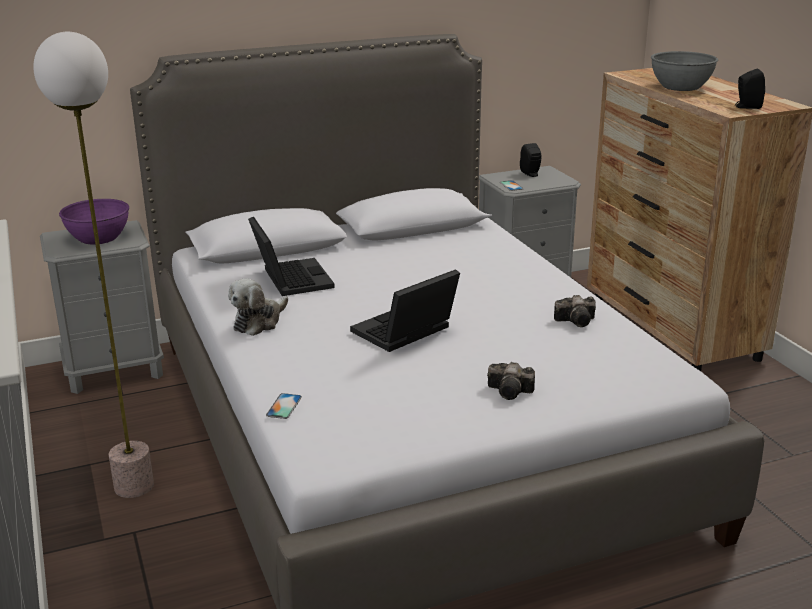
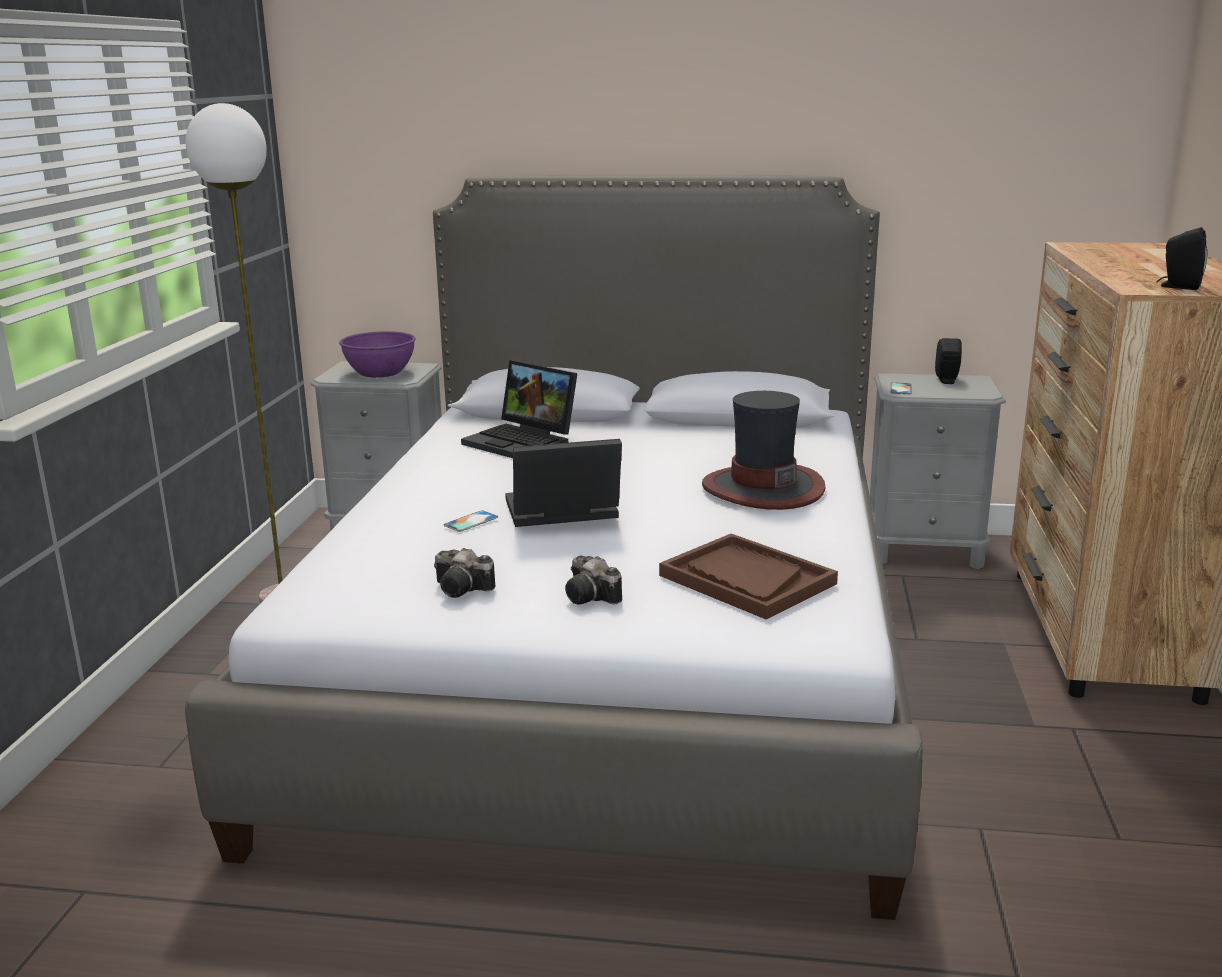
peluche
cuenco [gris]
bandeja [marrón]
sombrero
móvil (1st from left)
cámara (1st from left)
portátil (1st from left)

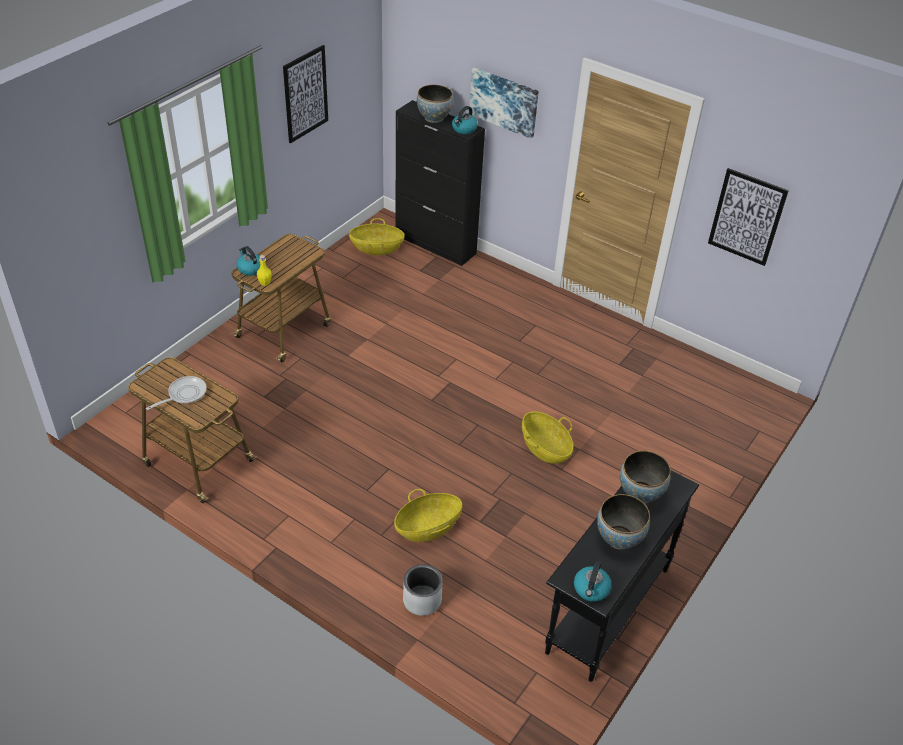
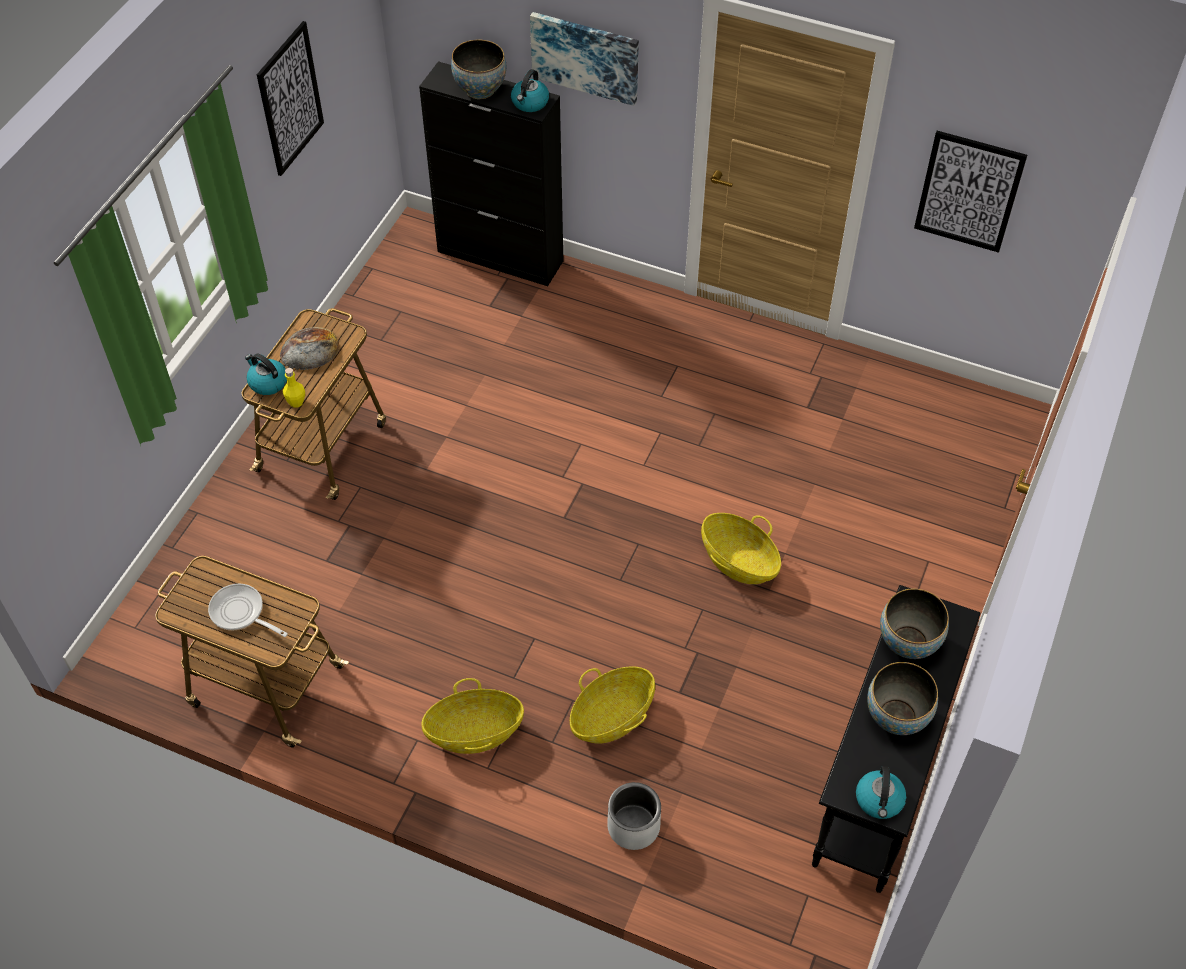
pan
cesta (1st from left)
sartén

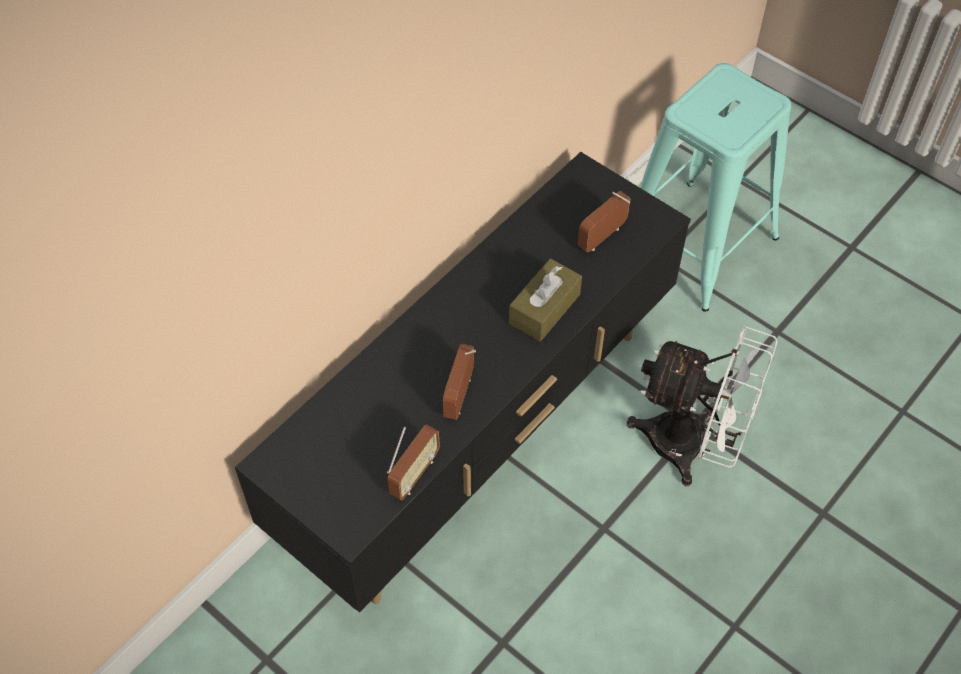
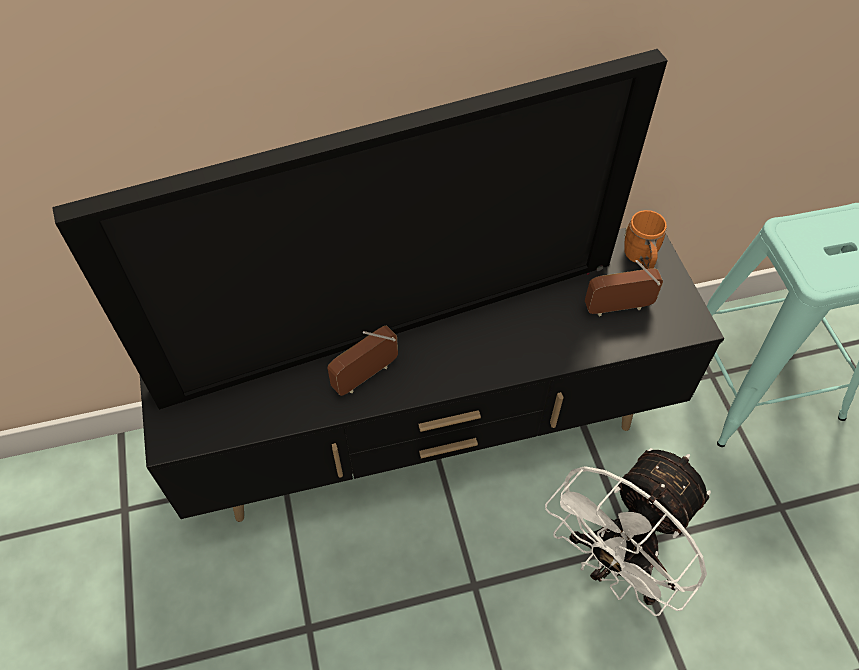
radio (1st from left in the first image)
caja de pañuelos [marrón]
televisor
taza grande [naranja]
ventilador [blanco]

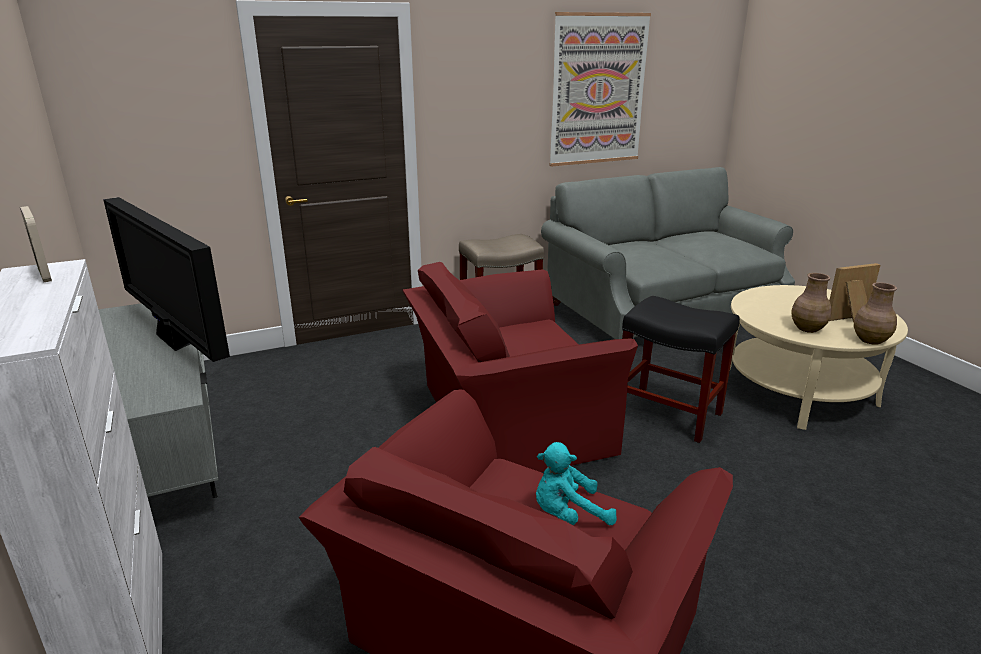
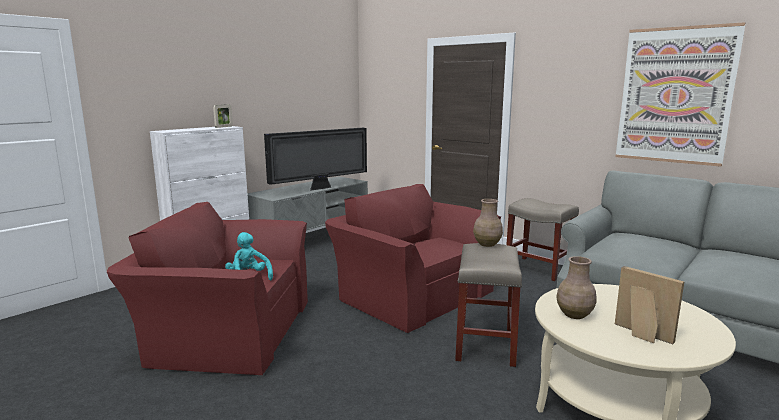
florero [marrón] (1st from left)
taburete [beis] (1st from left)
televisor

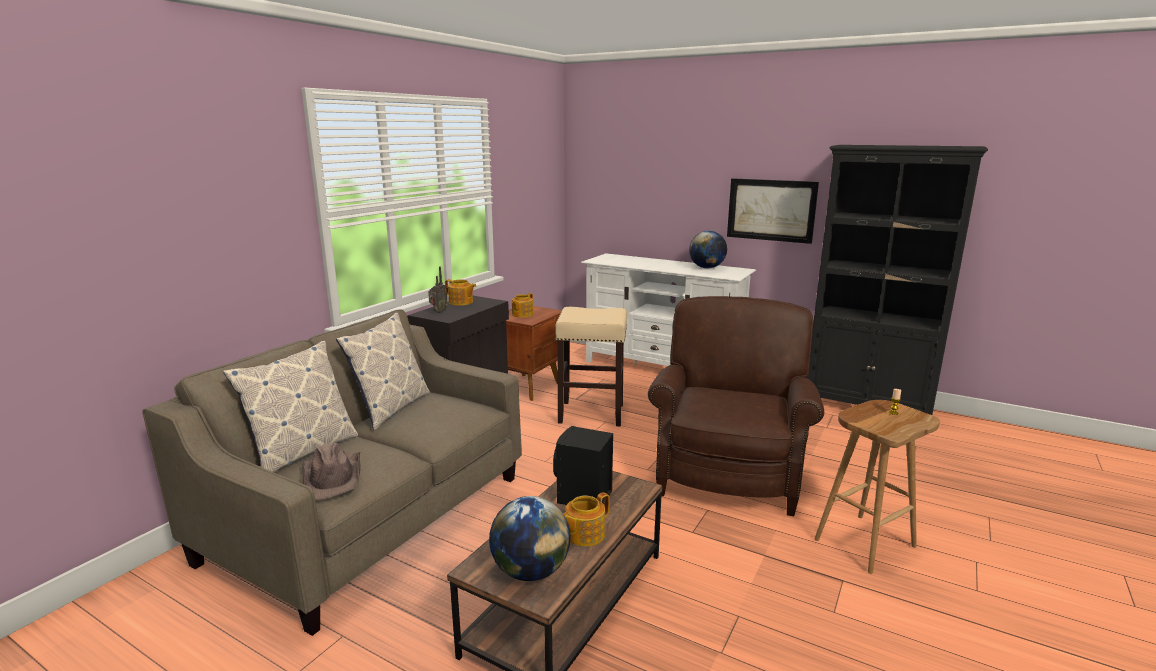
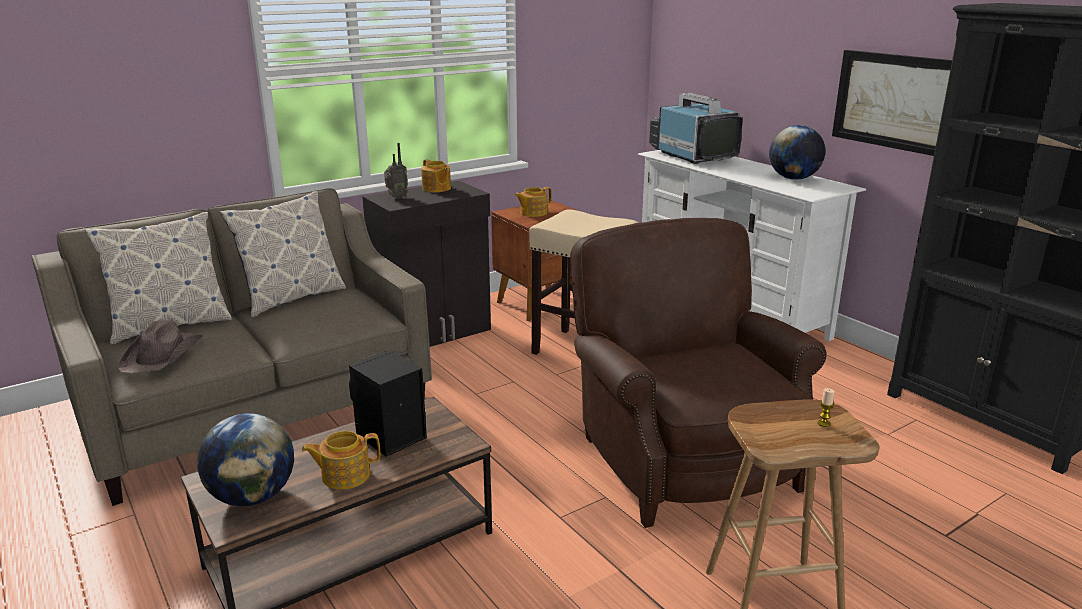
televisor
sillón [marrón]

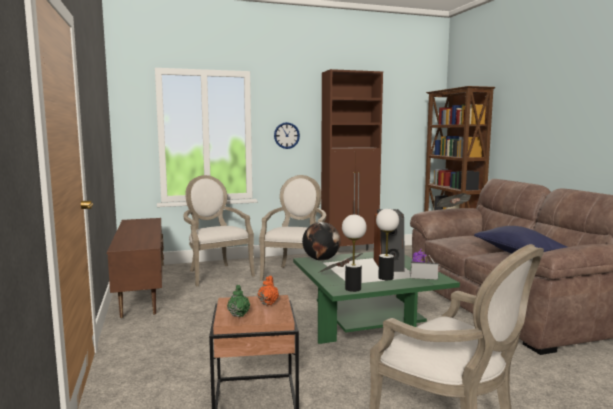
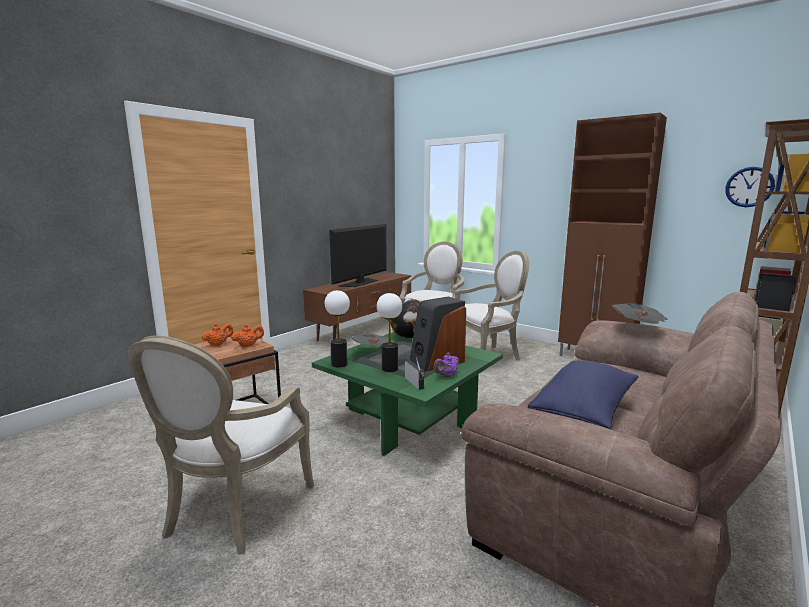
televisor
reloj de pared
tetera [naranja] (1st from left)

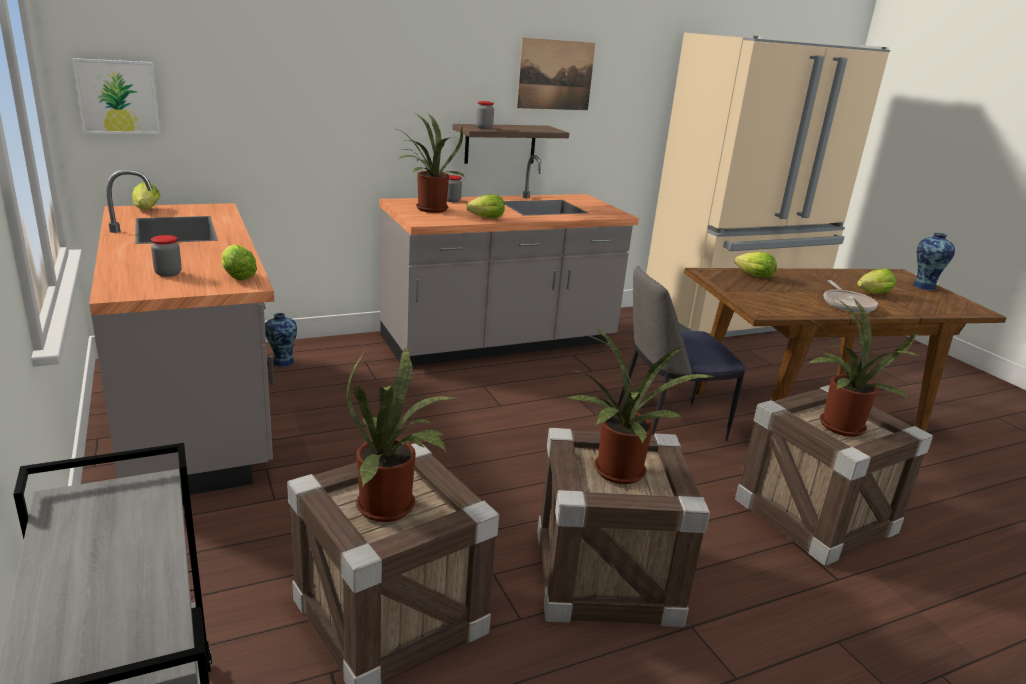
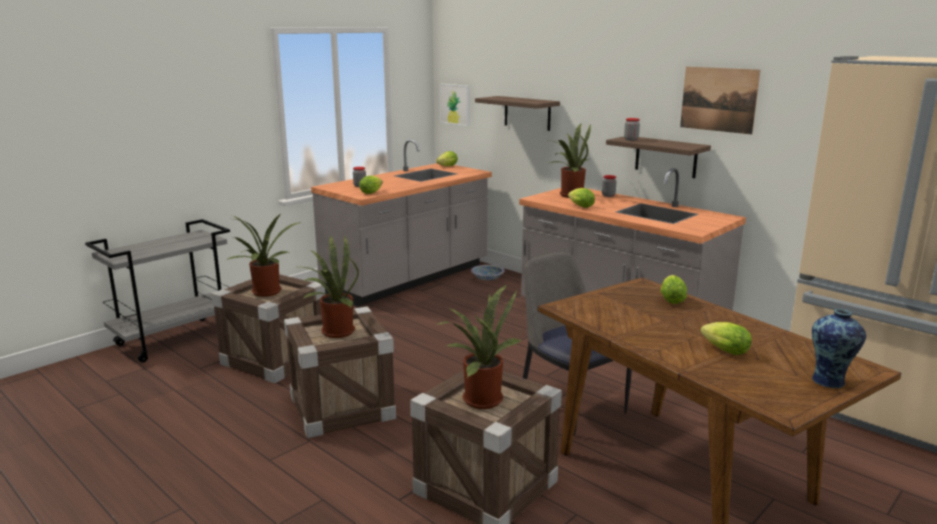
sartén
estante (1st from left)
cuenco

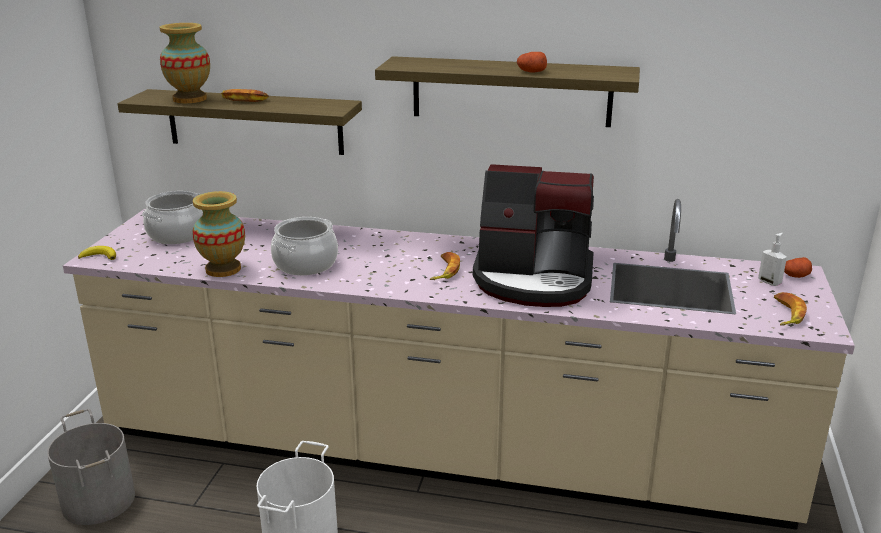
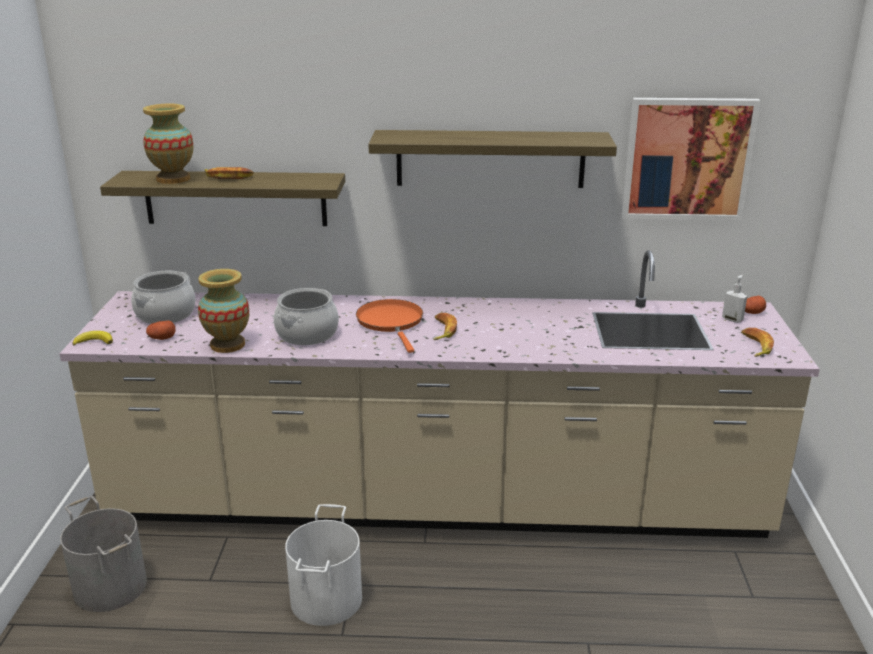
cafetera
sartén [naranja]
cuadro
patata (1st from left)

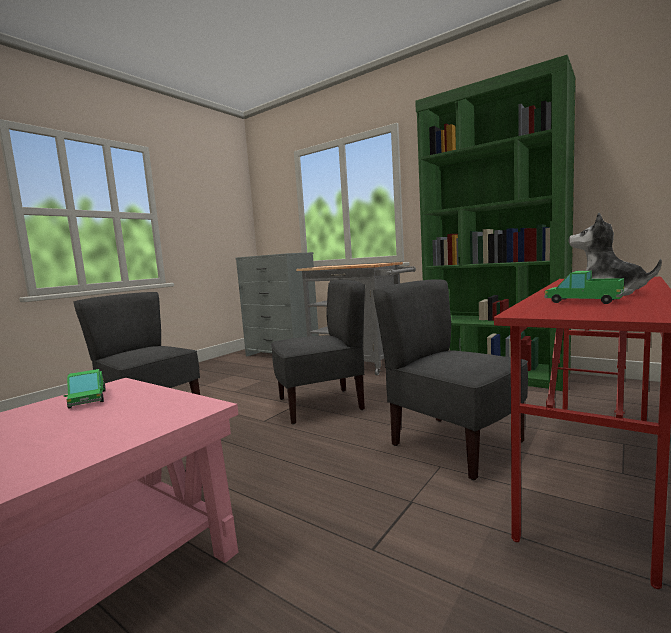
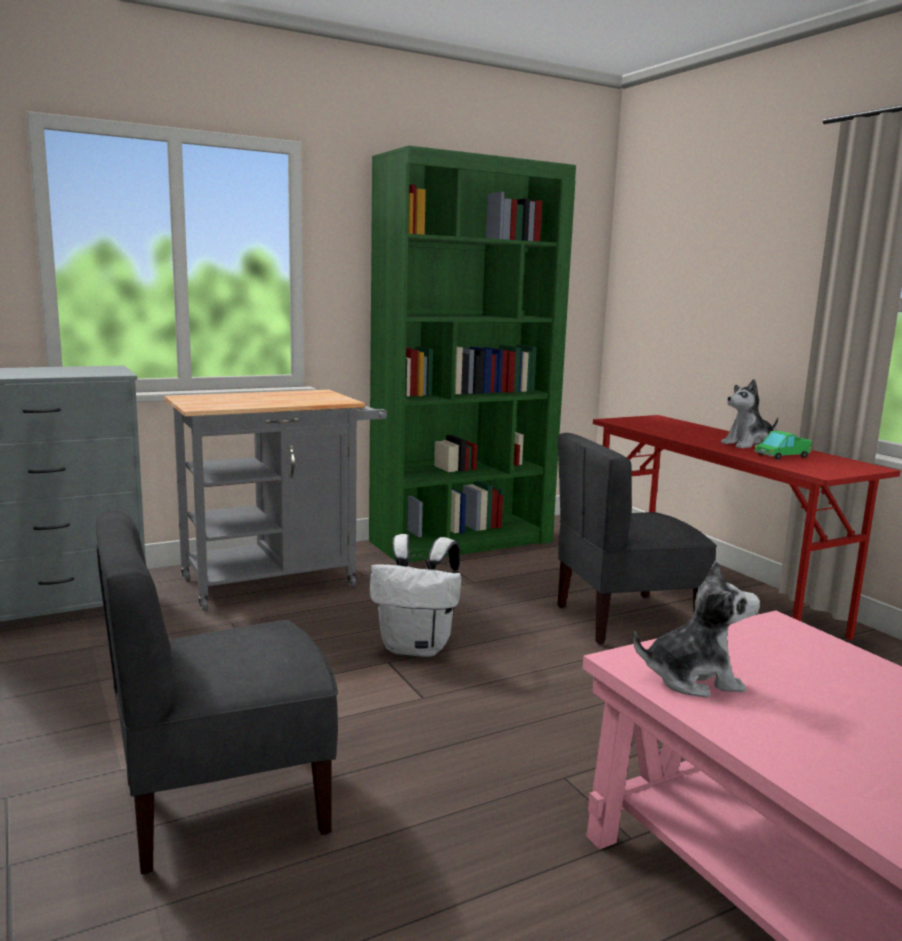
peluche (1st from left)
mochila [blanco]

